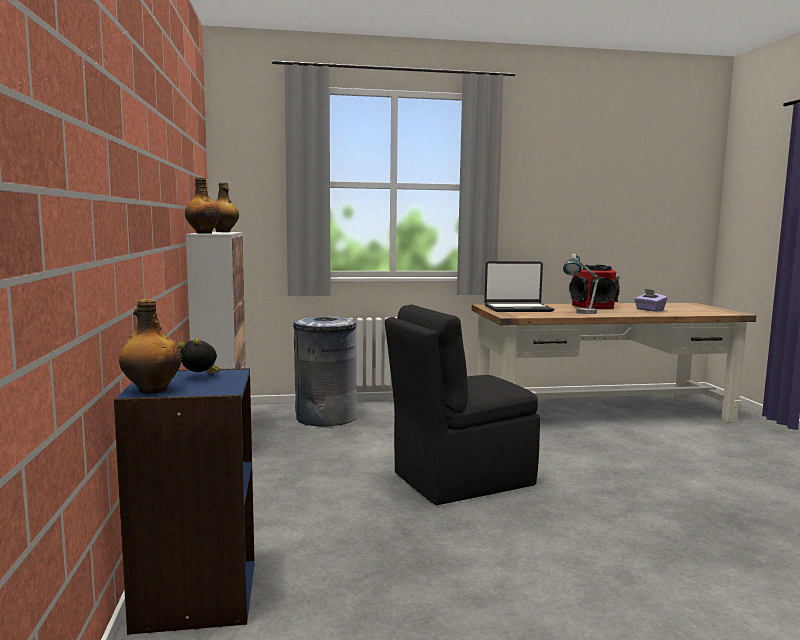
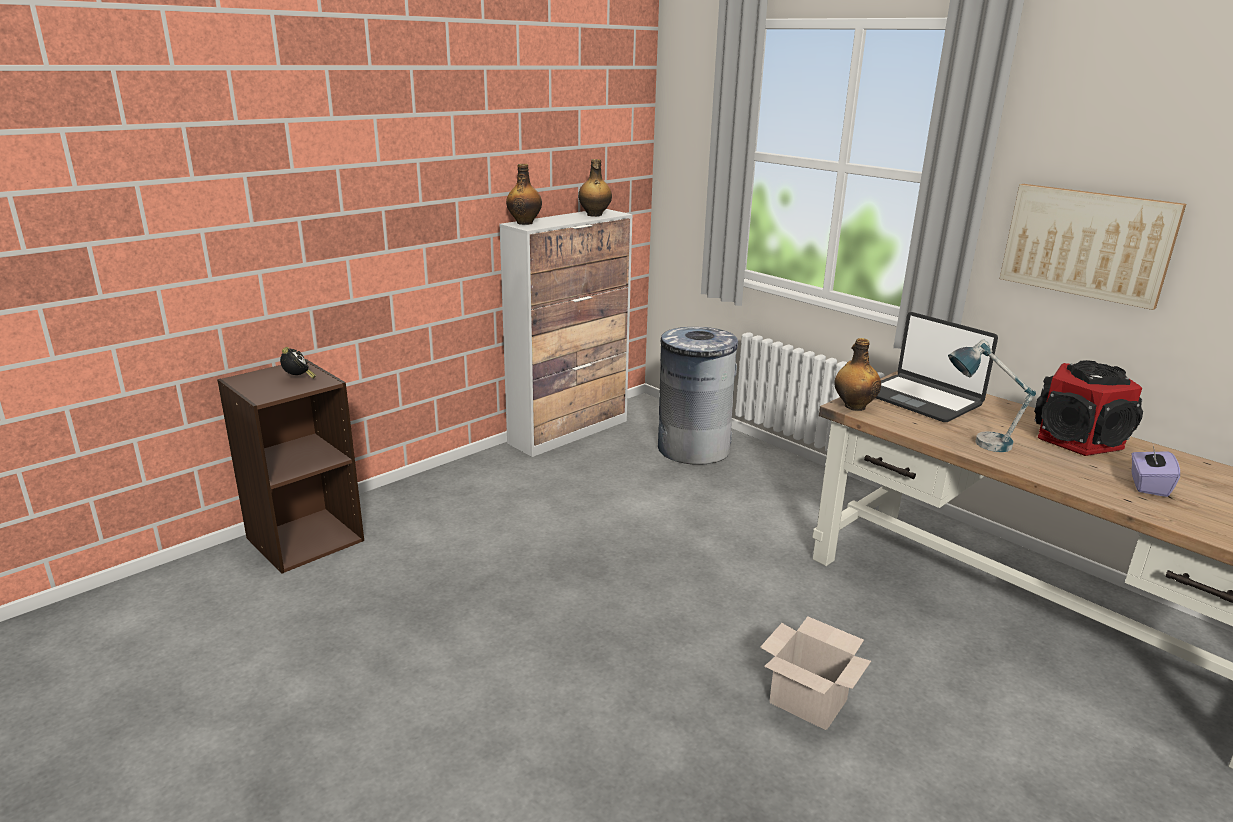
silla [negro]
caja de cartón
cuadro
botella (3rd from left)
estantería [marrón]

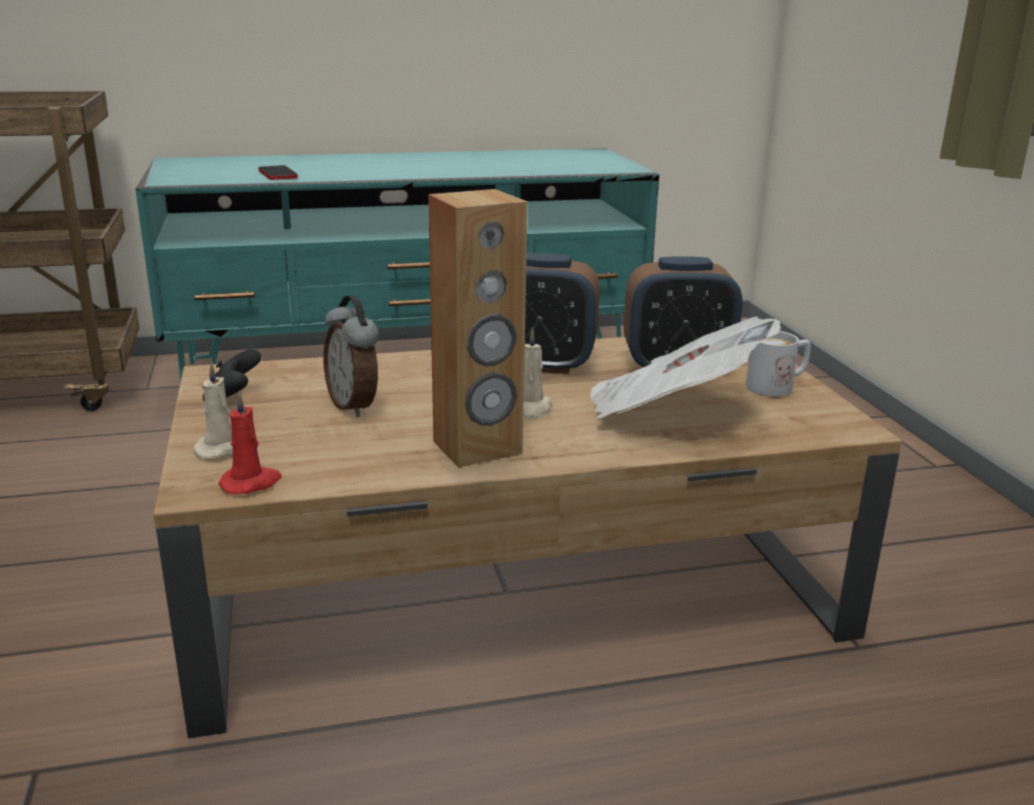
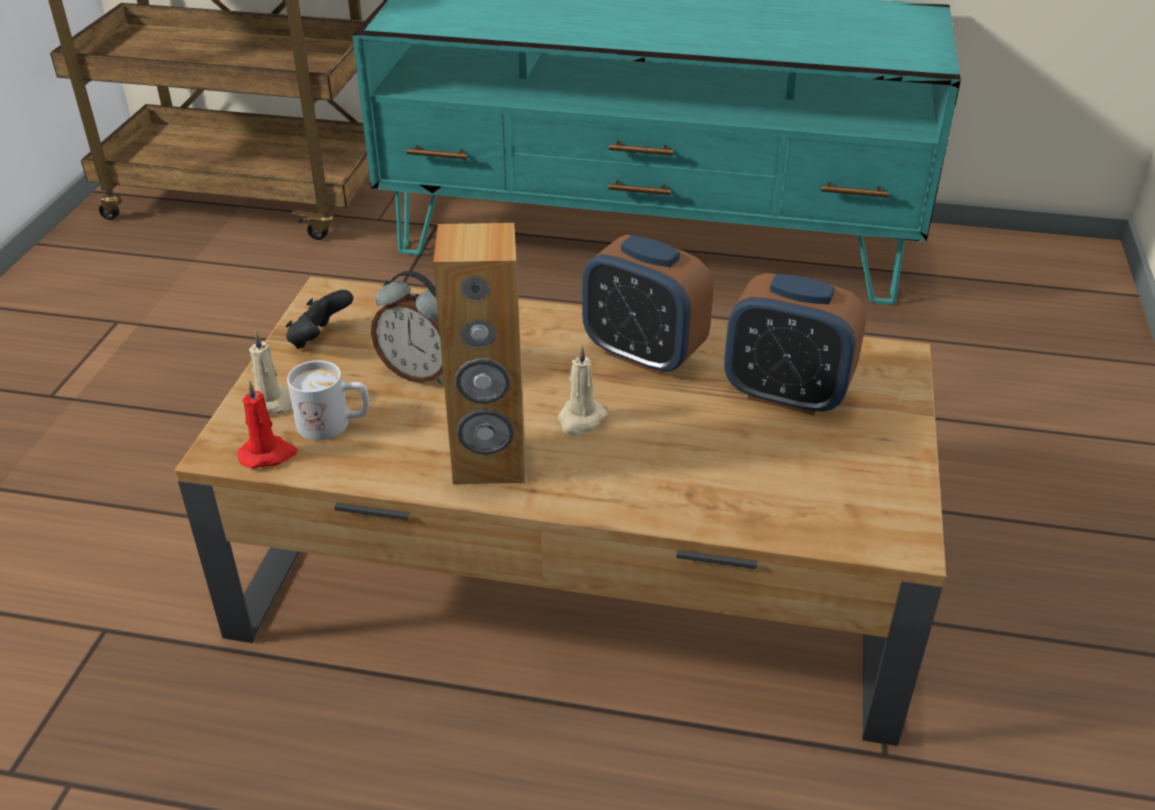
móvil
periódico
taza grande [blanco]
despertador (1st from left)

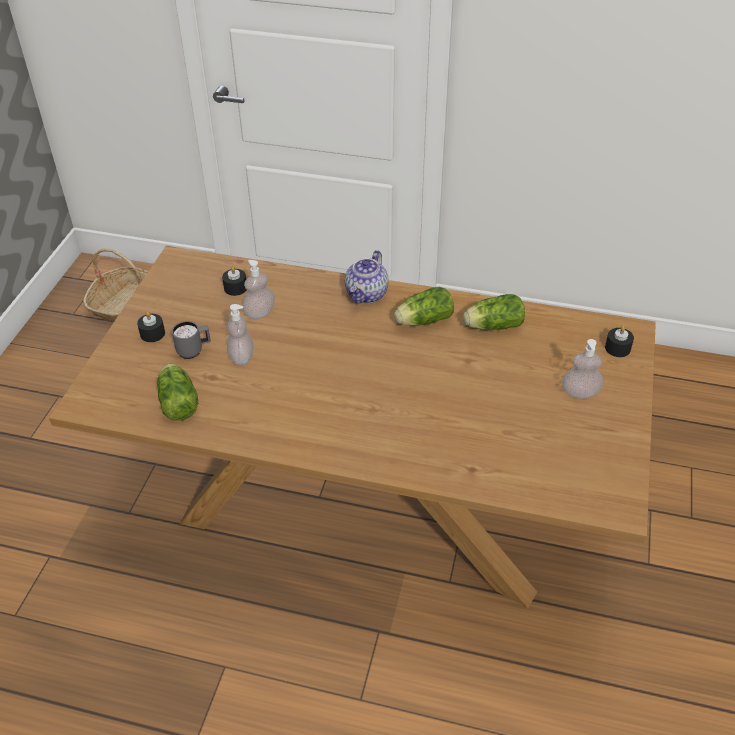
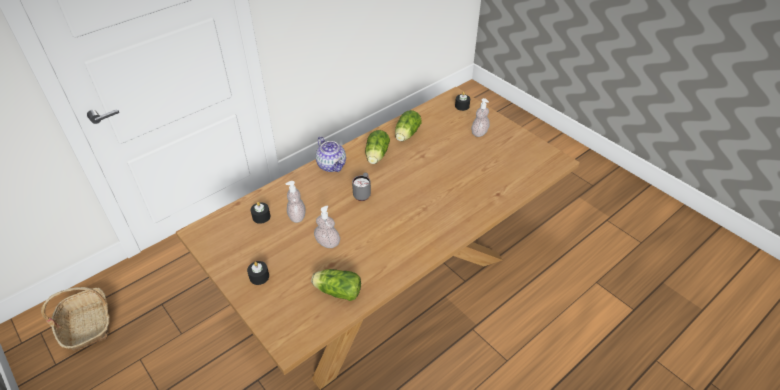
taza grande [gris]

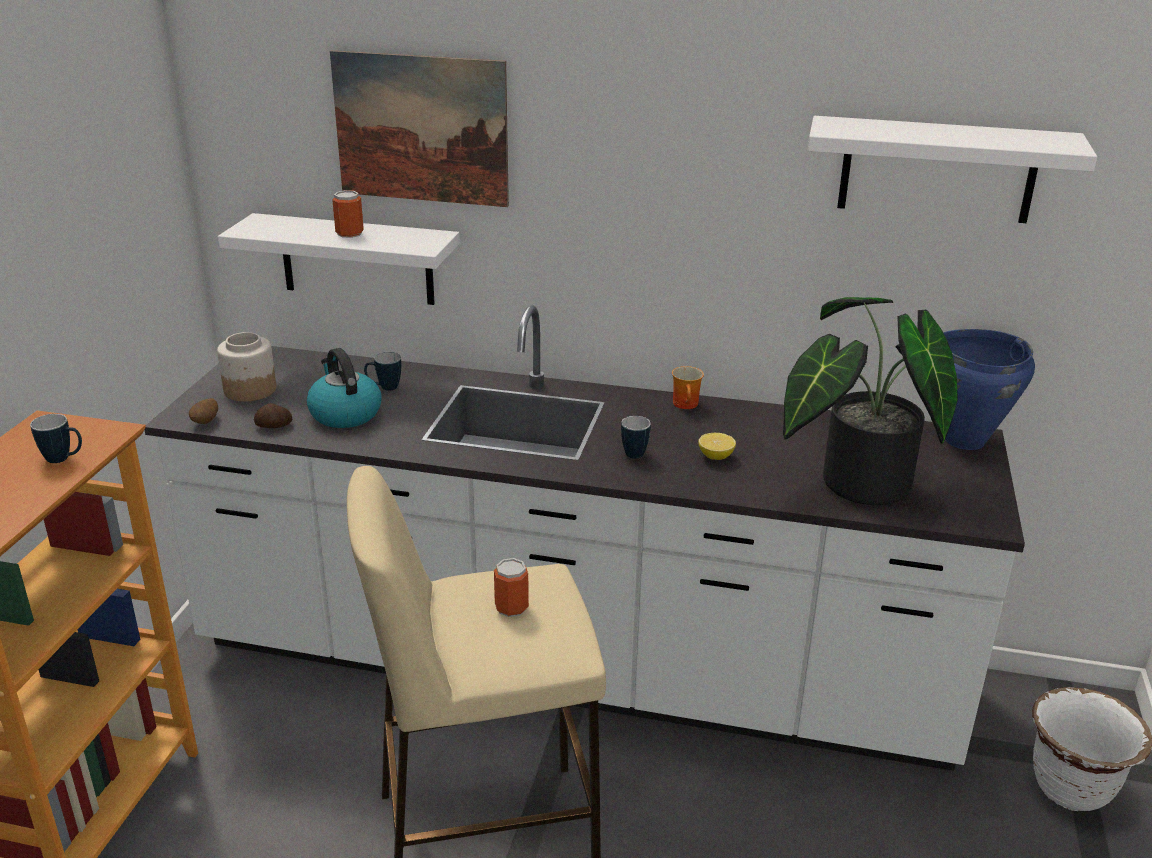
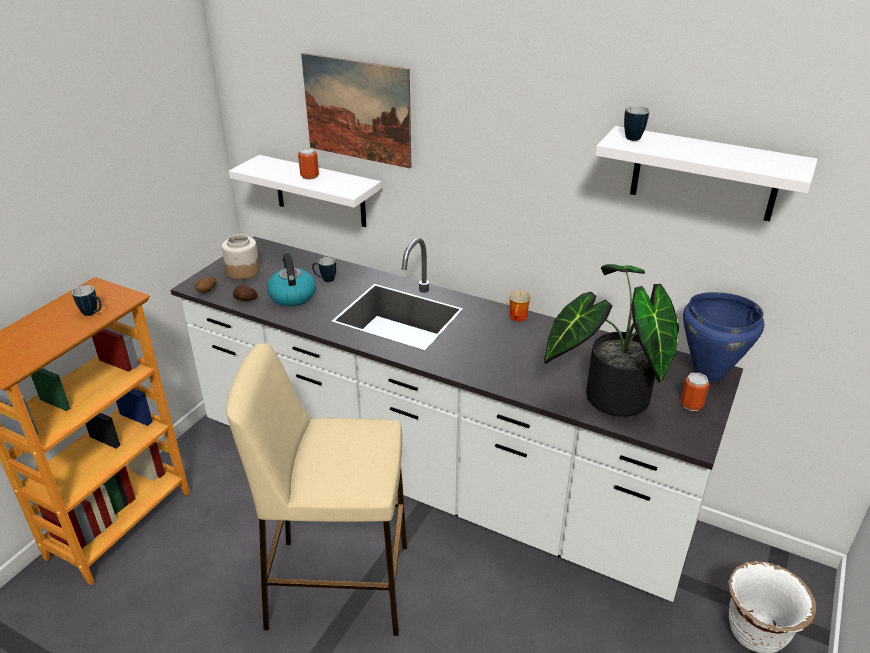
limón
lata (2nd from left)
taza grande (4th from left)

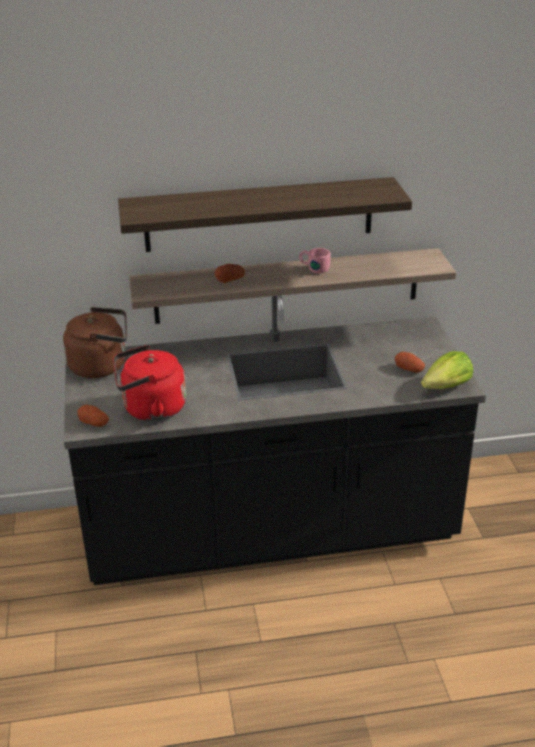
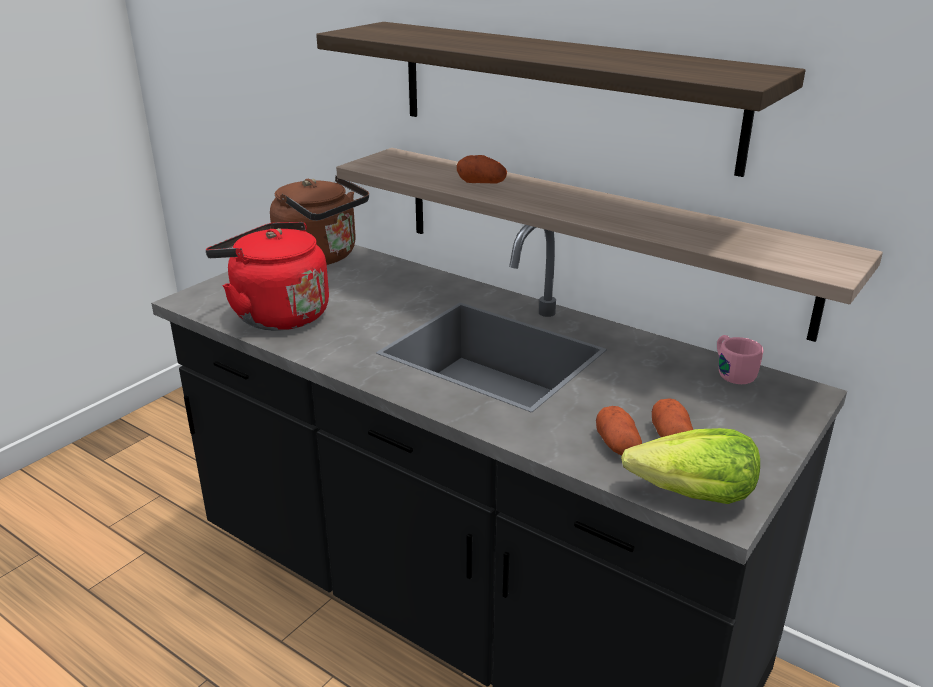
patata (2nd from left)
taza grande [rosa]

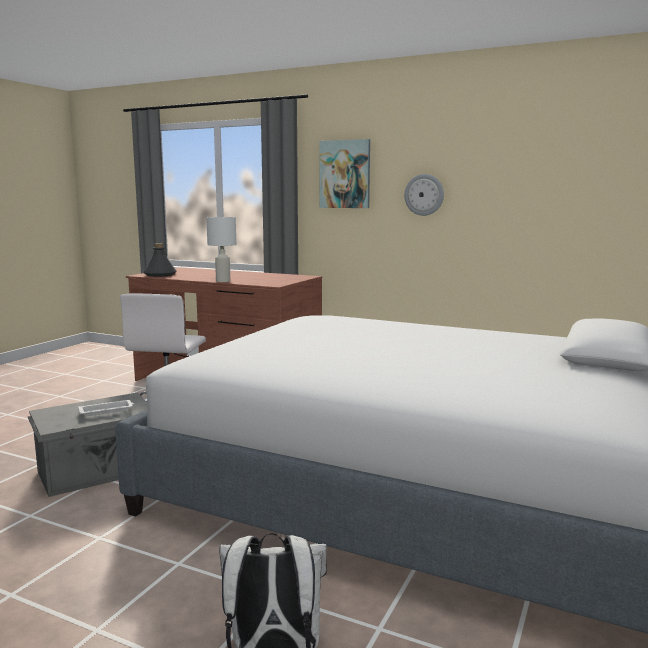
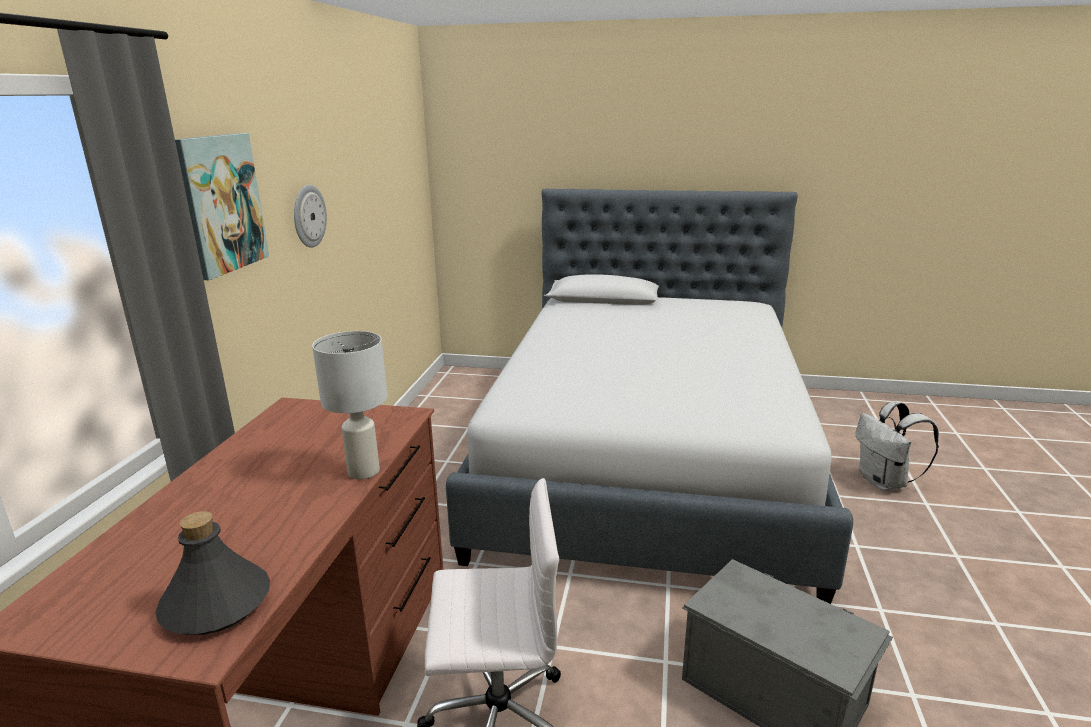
bandeja [blanco]

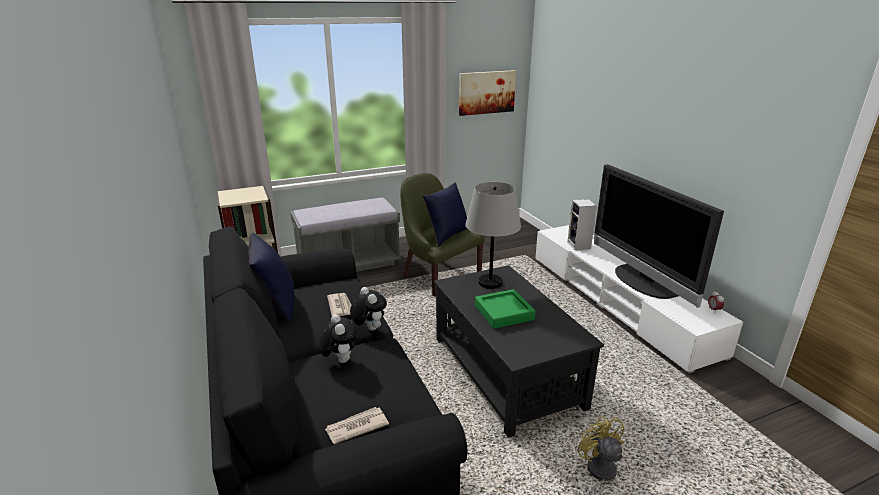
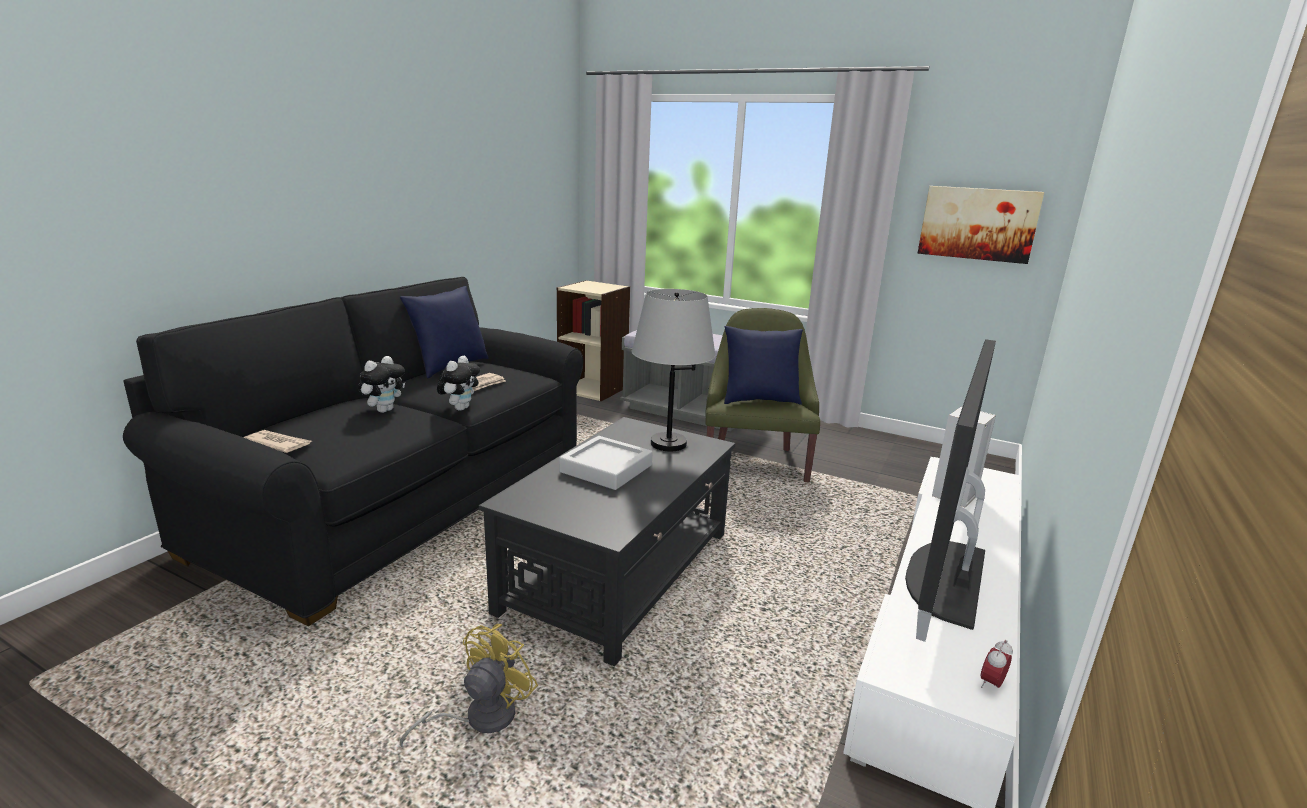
bandeja [gris]

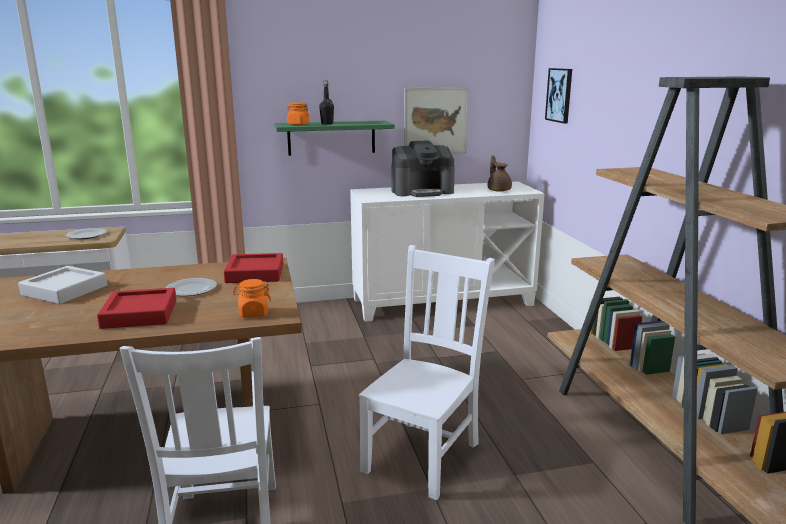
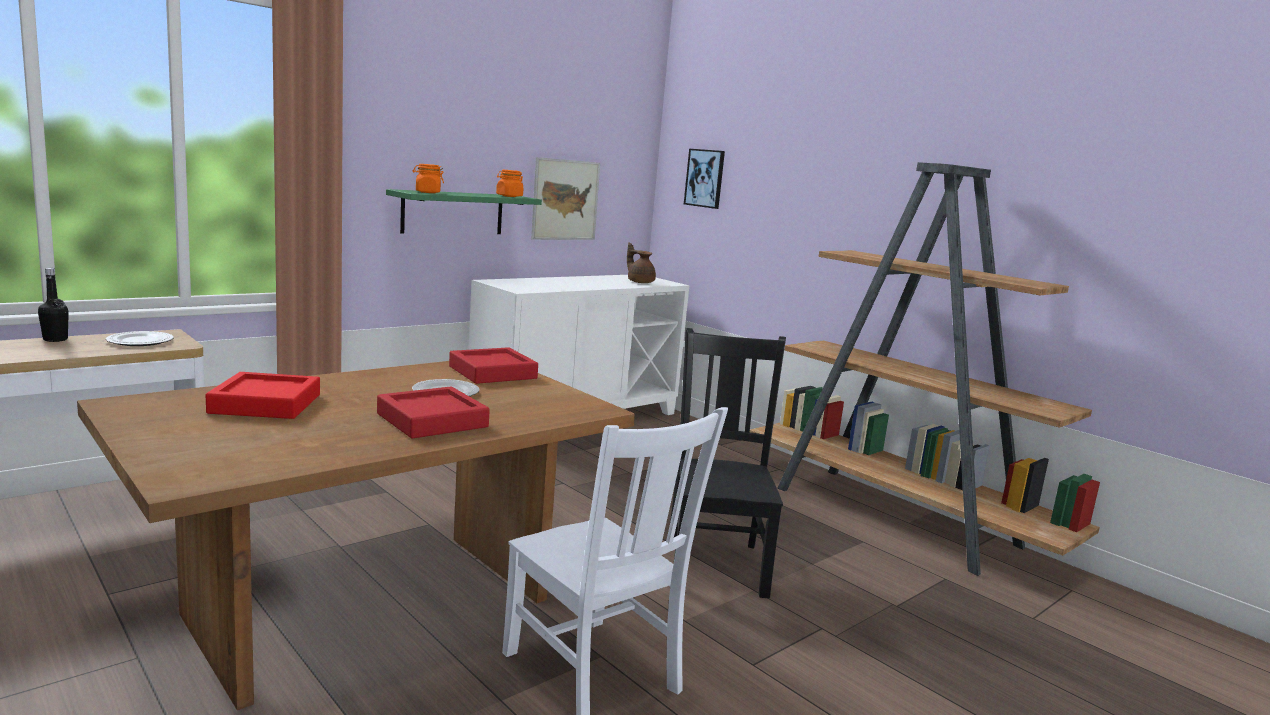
cafetera
tarro [naranja] (2nd from left)
botella [negro]
bandeja [rojo] (1st from left)
silla [negro]

